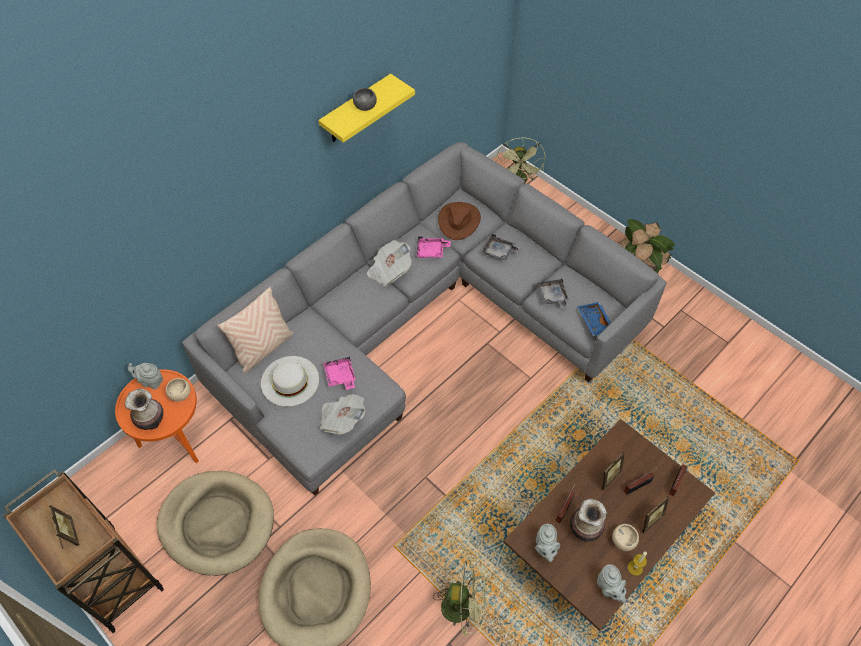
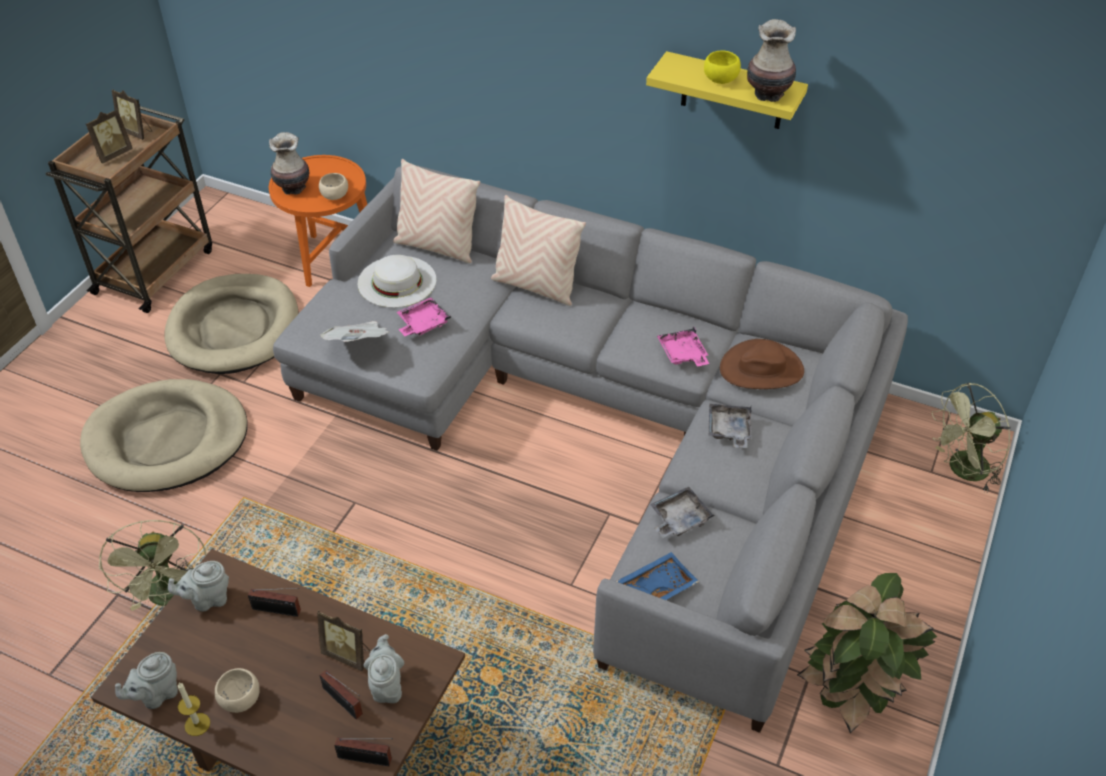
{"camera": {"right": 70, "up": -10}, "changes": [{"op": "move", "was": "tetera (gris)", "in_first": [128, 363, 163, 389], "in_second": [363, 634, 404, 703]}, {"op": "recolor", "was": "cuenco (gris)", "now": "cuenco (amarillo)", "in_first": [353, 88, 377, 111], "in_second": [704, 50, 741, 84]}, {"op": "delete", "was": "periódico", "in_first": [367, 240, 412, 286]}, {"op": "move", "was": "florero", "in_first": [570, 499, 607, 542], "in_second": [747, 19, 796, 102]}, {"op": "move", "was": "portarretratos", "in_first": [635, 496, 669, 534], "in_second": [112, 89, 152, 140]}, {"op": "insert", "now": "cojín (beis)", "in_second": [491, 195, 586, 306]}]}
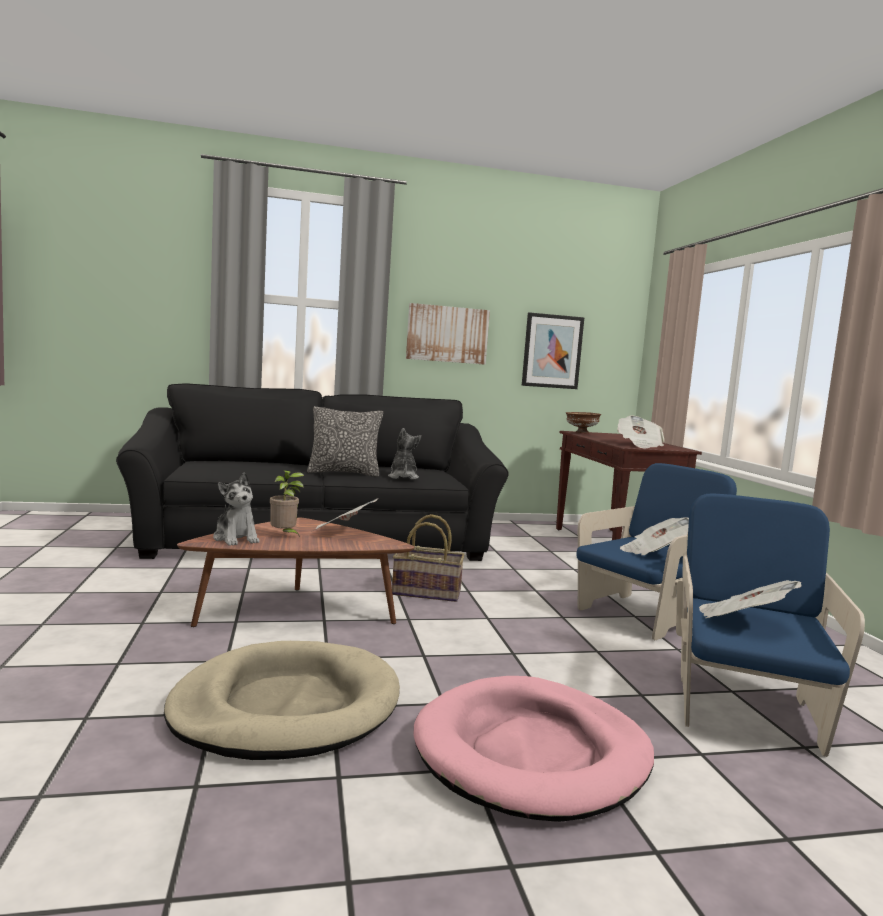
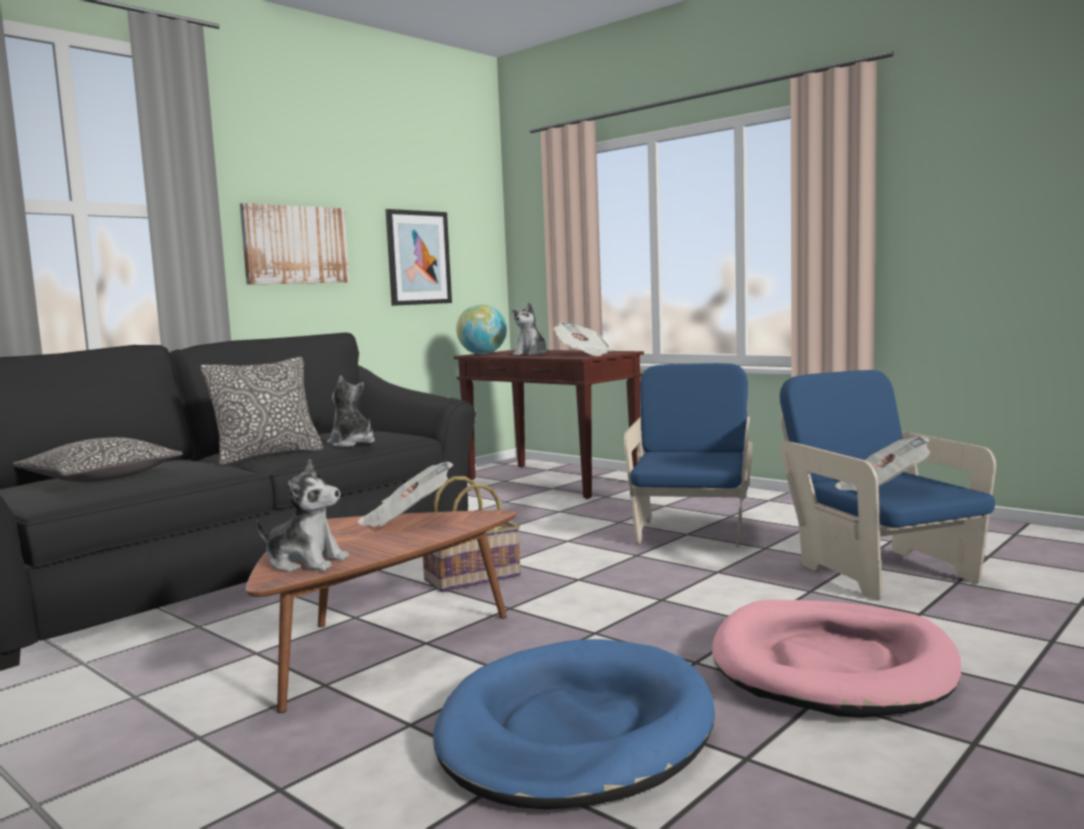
{"camera": {"right": -35, "up": 0}, "changes": [{"op": "recolor", "was": "cama para perro (beis)", "now": "cama para perro (azul)", "in_first": [164, 641, 400, 760], "in_second": [433, 639, 715, 809]}, {"op": "delete", "was": "planta en maceta", "in_first": [270, 470, 304, 537]}, {"op": "replace", "was": "cuenco (marrón)", "now": "globo terráqueo", "in_first": [566, 412, 601, 433], "in_second": [456, 304, 507, 355]}, {"op": "delete", "was": "periódico", "in_first": [620, 517, 689, 555]}, {"op": "insert", "now": "cojín", "in_second": [12, 437, 183, 483]}, {"op": "insert", "now": "peluche", "in_second": [512, 302, 547, 355]}]}
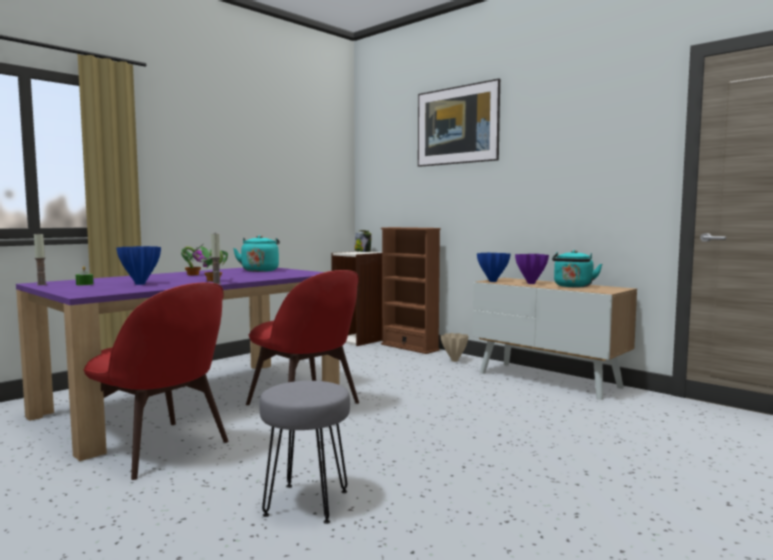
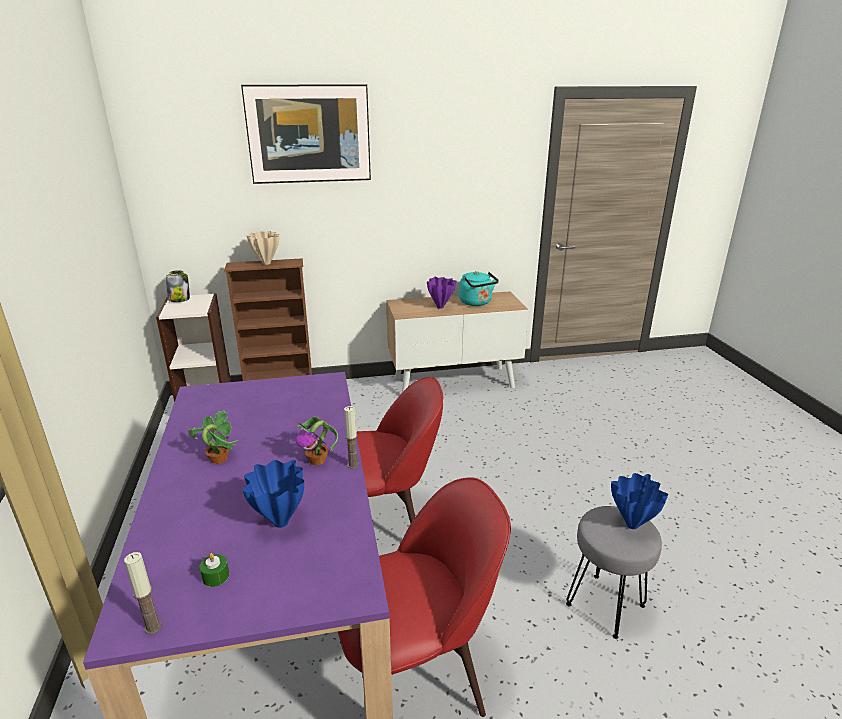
{"camera": {"right": -55, "up": 20}, "changes": [{"op": "delete", "was": "hervidor (turquesa)", "in_first": [233, 235, 280, 272]}, {"op": "move", "was": "florero (beis)", "in_first": [441, 333, 468, 362], "in_second": [246, 231, 279, 265]}, {"op": "move", "was": "florero (azul)", "in_first": [477, 253, 510, 282], "in_second": [611, 473, 668, 529]}]}
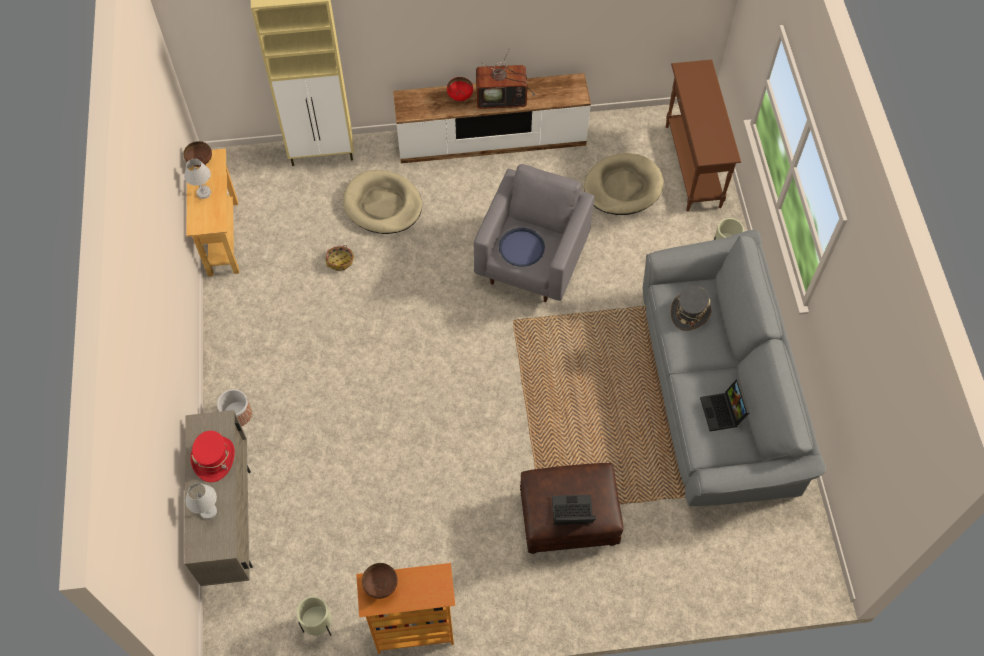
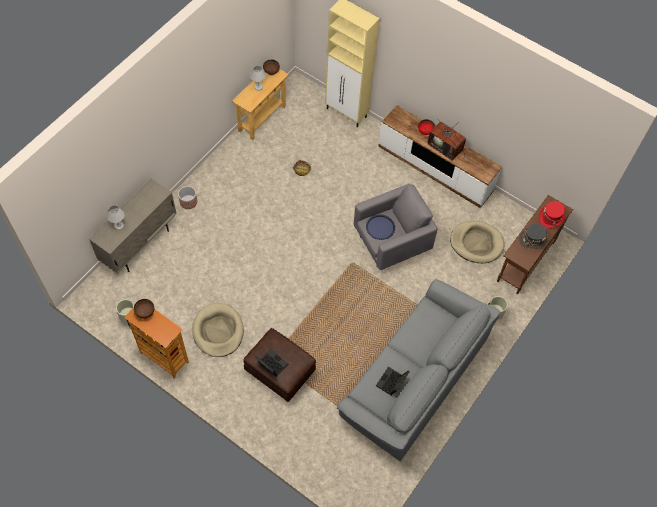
{"camera": {"right": 40, "up": 0}, "changes": [{"op": "move", "was": "sombrero (rojo)", "in_first": [190, 431, 235, 482], "in_second": [539, 201, 565, 229]}, {"op": "move", "was": "cama para perro (beis)", "in_first": [343, 170, 422, 234], "in_second": [192, 303, 244, 357]}, {"op": "move", "was": "sombrero (gris)", "in_first": [671, 286, 711, 331], "in_second": [519, 224, 548, 249]}]}
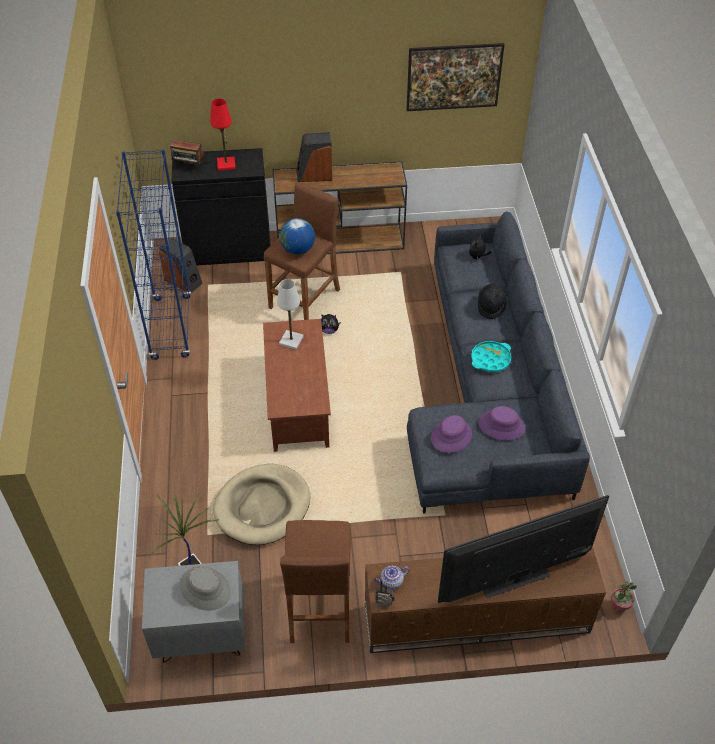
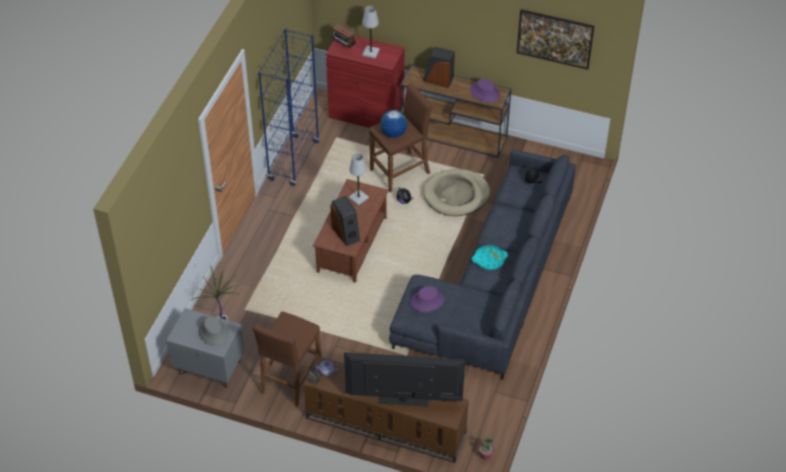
{"camera": {"right": 25, "up": 0}, "changes": [{"op": "move", "was": "altavoz", "in_first": [159, 238, 202, 293], "in_second": [330, 196, 360, 246]}, {"op": "recolor", "was": "armario (negro)", "now": "armario (rojo)", "in_first": [172, 148, 271, 265], "in_second": [326, 36, 404, 128]}, {"op": "recolor", "was": "lámpara de mesa (rojo)", "now": "lámpara de mesa (blanco)", "in_first": [210, 98, 236, 171], "in_second": [362, 6, 380, 59]}, {"op": "move", "was": "cama para perro (beis)", "in_first": [213, 464, 310, 545], "in_second": [423, 169, 490, 216]}, {"op": "delete", "was": "sombrero (negro)", "in_first": [478, 284, 507, 319]}, {"op": "move", "was": "sombrero (morado)", "in_first": [478, 406, 526, 440], "in_second": [470, 79, 500, 102]}]}
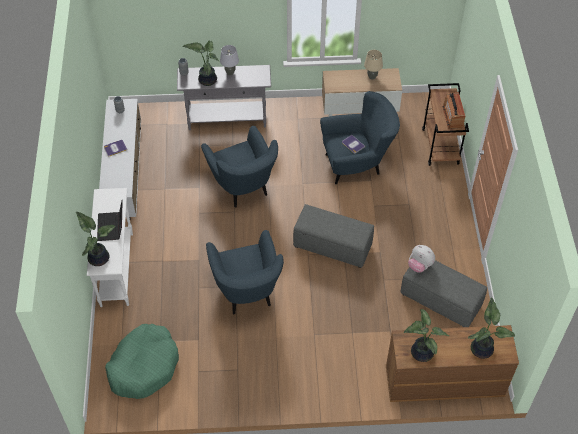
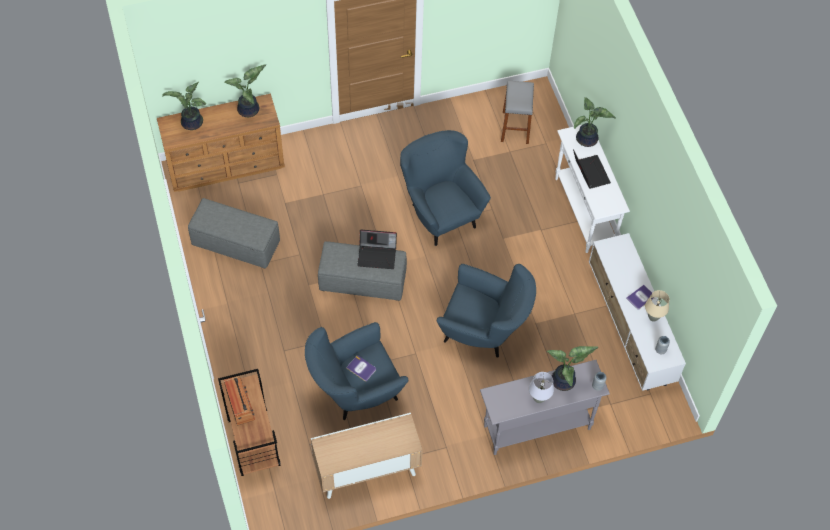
{"camera": {"right": 165, "up": 5}, "changes": [{"op": "replace", "was": "cama para perro (verde)", "now": "taburete (gris)", "in_first": [105, 324, 179, 399], "in_second": [501, 81, 534, 144]}, {"op": "rotate", "was": "sillón (azul)", "in_first": [201, 126, 278, 208], "in_second": [436, 264, 536, 358], "clockwise": 150}, {"op": "move", "was": "lámpara de mesa (beis)", "in_first": [364, 50, 383, 80], "in_second": [645, 290, 670, 322]}, {"op": "delete", "was": "peluche", "in_first": [408, 245, 435, 272]}, {"op": "insert", "now": "portátil", "in_second": [357, 230, 397, 269]}]}
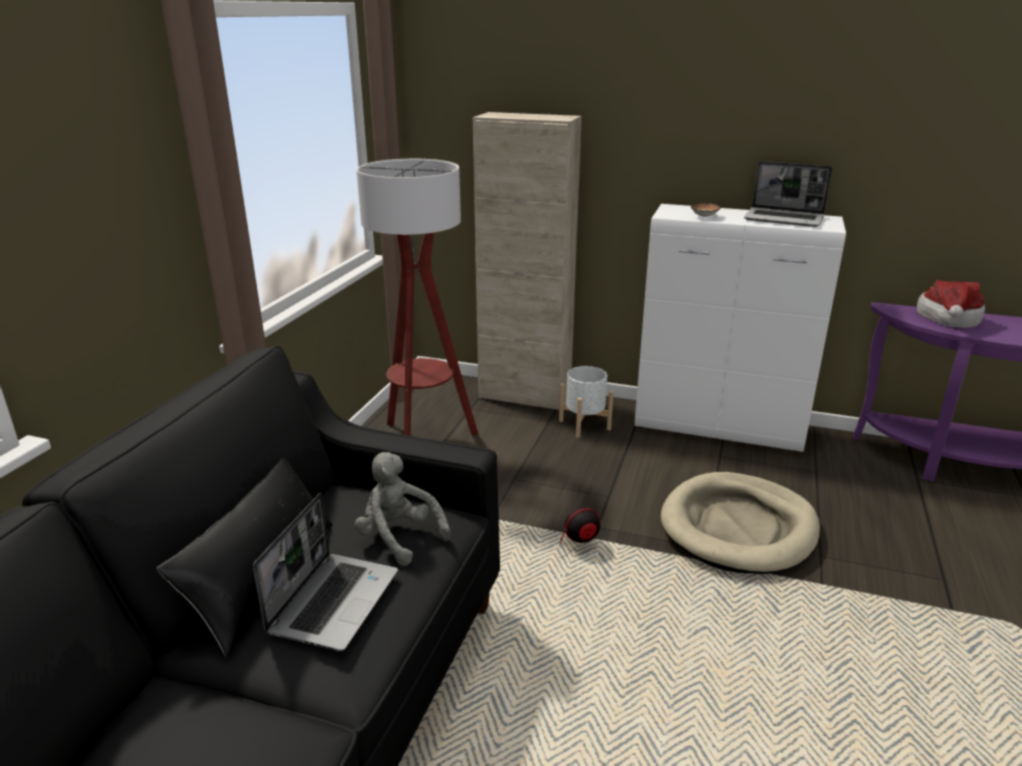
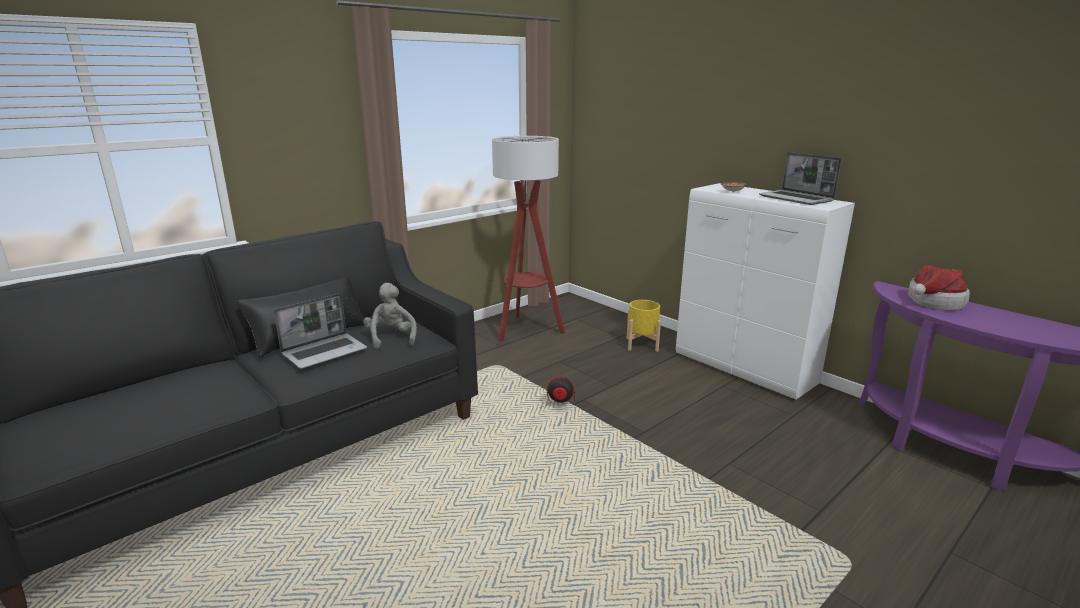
{"camera": {"right": 30, "up": -5}, "changes": [{"op": "delete", "was": "armario (beis)", "in_first": [473, 112, 582, 410]}, {"op": "recolor", "was": "maceta (blanco)", "now": "maceta (amarillo)", "in_first": [559, 366, 614, 438], "in_second": [627, 300, 661, 351]}, {"op": "delete", "was": "cama para perro (beis)", "in_first": [661, 472, 820, 574]}]}
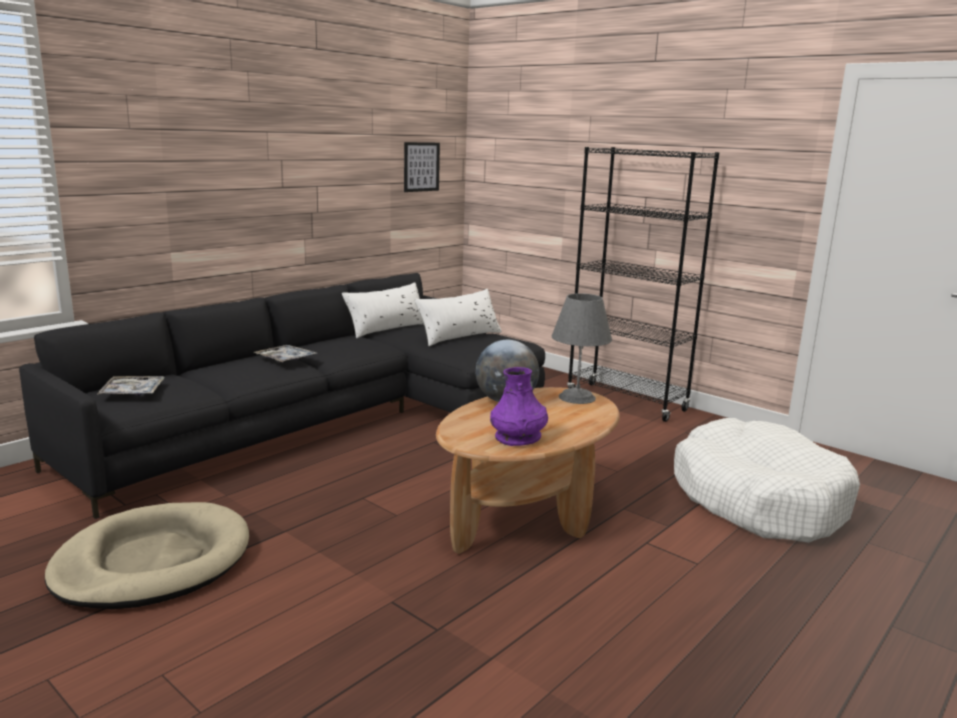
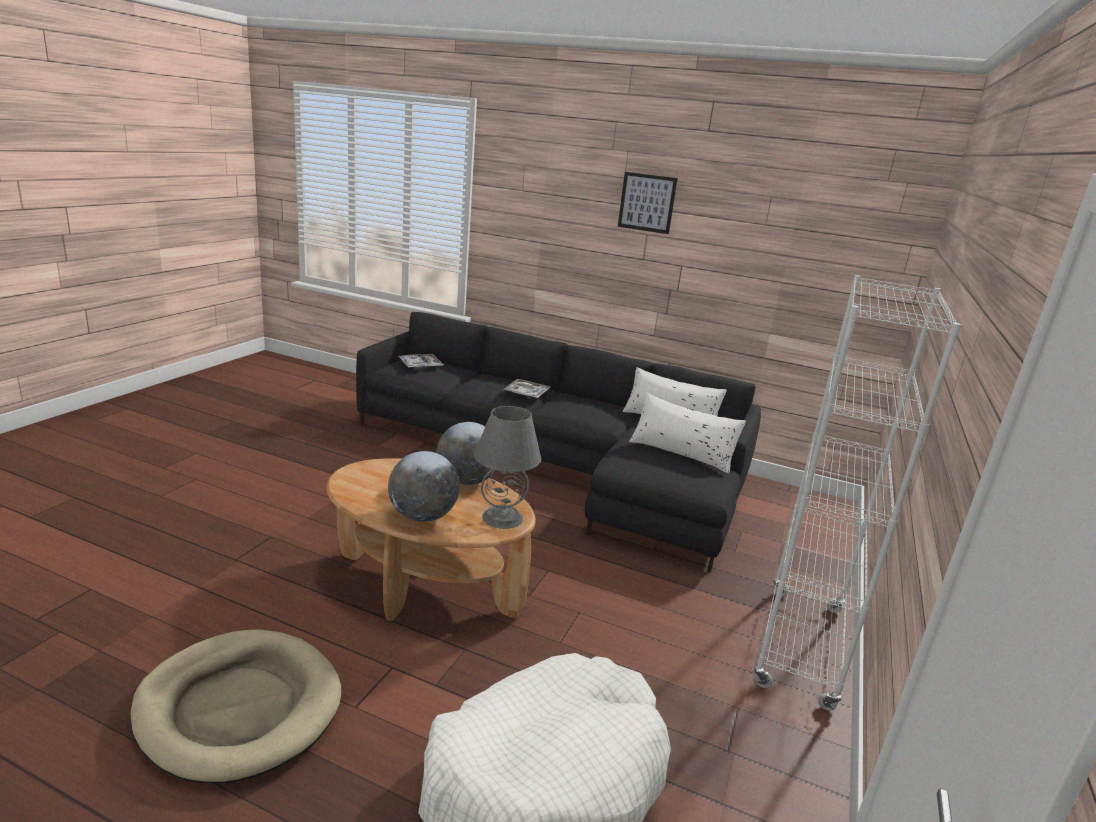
{"camera": {"right": 70, "up": 5}, "changes": [{"op": "move", "was": "cama para perro (beis)", "in_first": [45, 502, 249, 609], "in_second": [130, 629, 341, 784]}, {"op": "move", "was": "cuadro", "in_first": [404, 142, 440, 192], "in_second": [618, 172, 678, 234]}, {"op": "delete", "was": "florero (morado)", "in_first": [490, 367, 548, 446]}, {"op": "recolor", "was": "estantería (negro)", "now": "estantería (blanco)", "in_first": [567, 147, 720, 422], "in_second": [754, 275, 961, 711]}, {"op": "insert", "now": "globo terráqueo", "in_second": [388, 451, 460, 522]}]}
